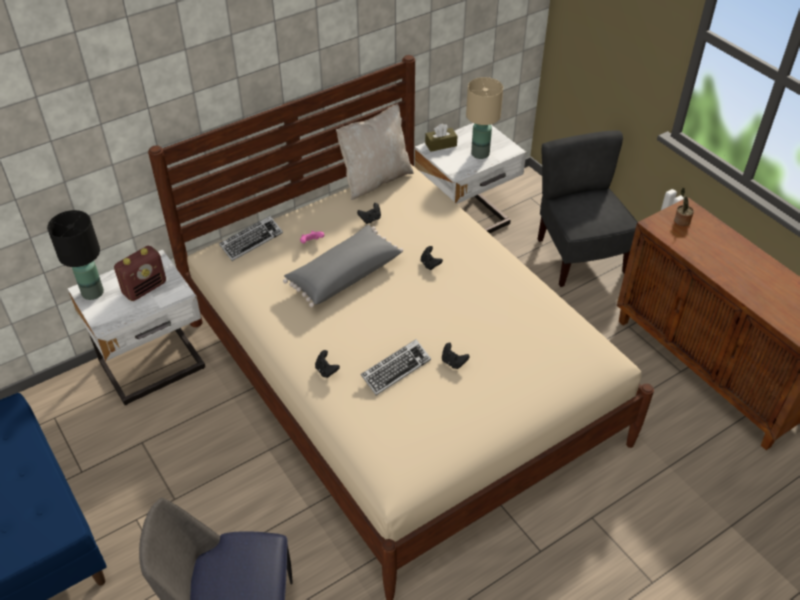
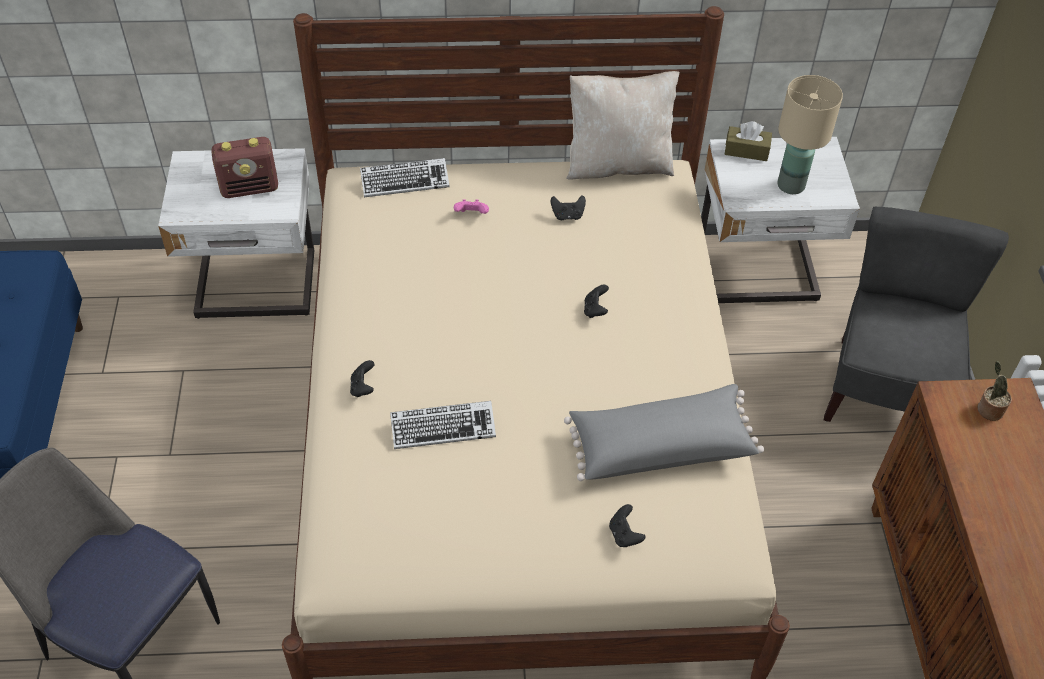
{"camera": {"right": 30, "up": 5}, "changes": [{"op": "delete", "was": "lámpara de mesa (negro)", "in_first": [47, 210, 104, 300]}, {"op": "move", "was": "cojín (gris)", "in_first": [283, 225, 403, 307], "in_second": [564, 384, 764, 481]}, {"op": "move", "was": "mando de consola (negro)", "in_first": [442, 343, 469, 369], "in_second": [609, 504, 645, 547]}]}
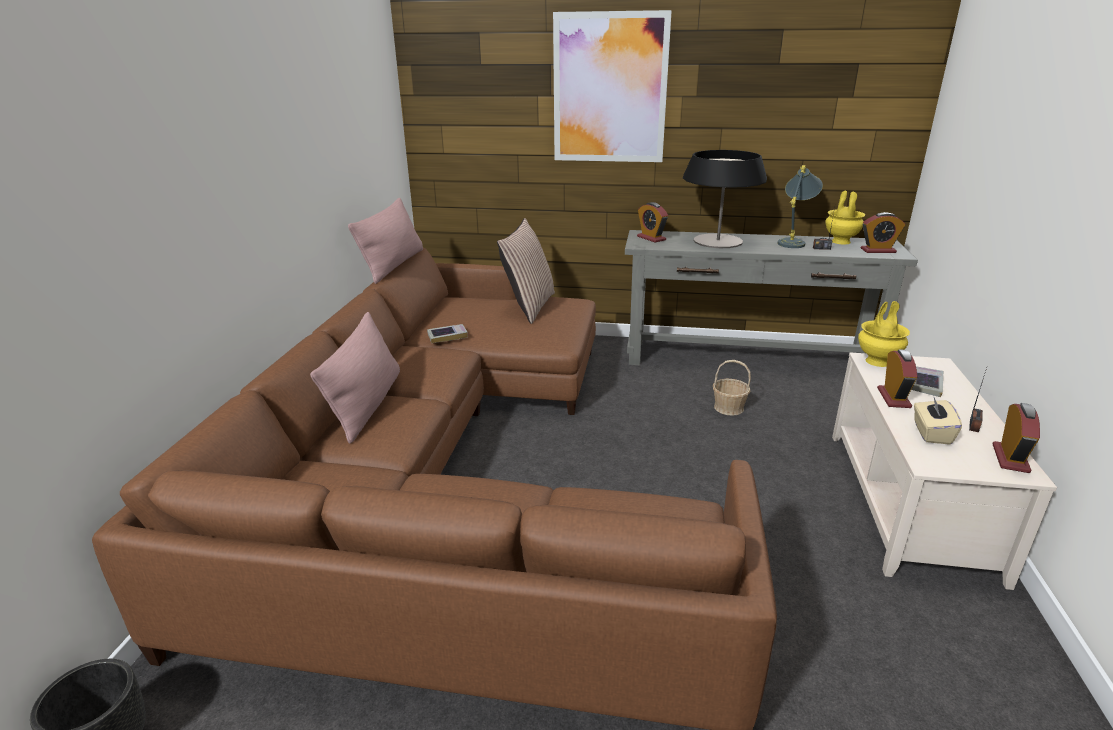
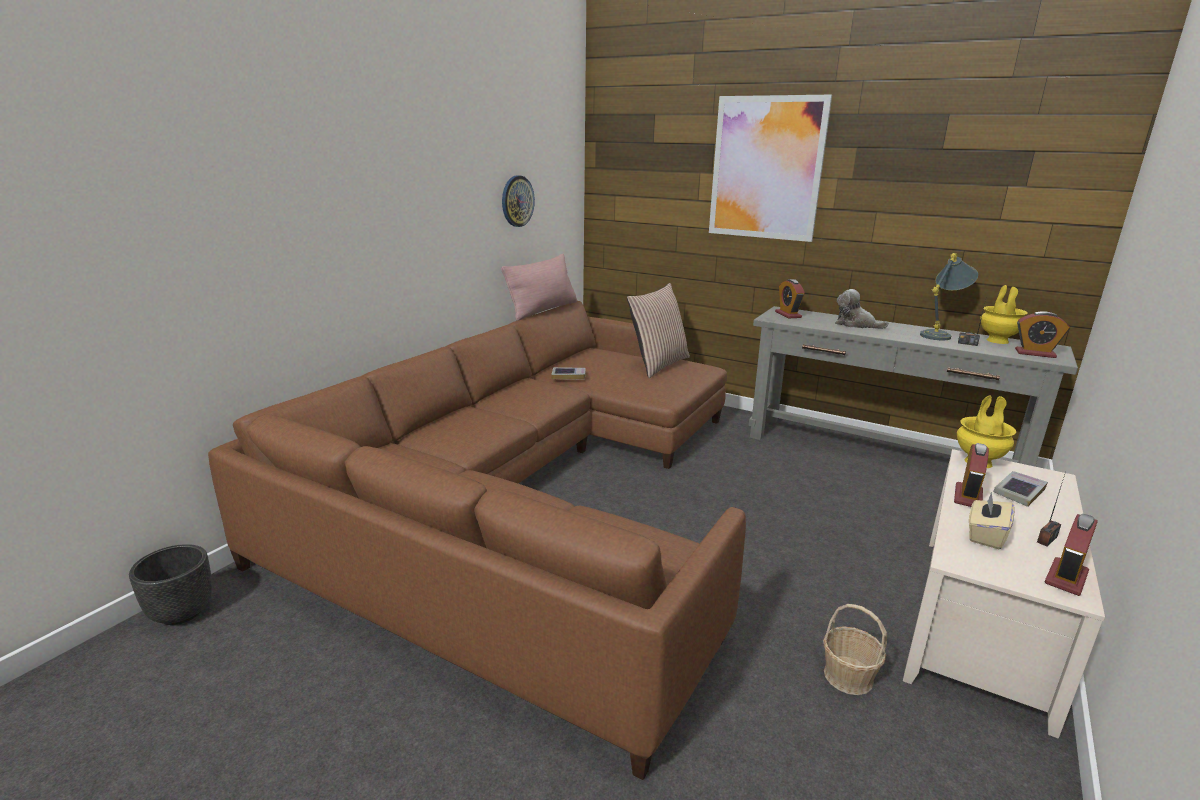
{"camera": {"right": 20, "up": -5}, "changes": [{"op": "delete", "was": "cojín (rosa)", "in_first": [310, 312, 400, 444]}, {"op": "replace", "was": "lámpara de mesa", "now": "peluche", "in_first": [683, 150, 767, 248], "in_second": [835, 289, 889, 329]}, {"op": "move", "was": "cesta", "in_first": [713, 360, 751, 416], "in_second": [823, 604, 887, 695]}, {"op": "insert", "now": "reloj de pared", "in_second": [502, 176, 535, 227]}]}
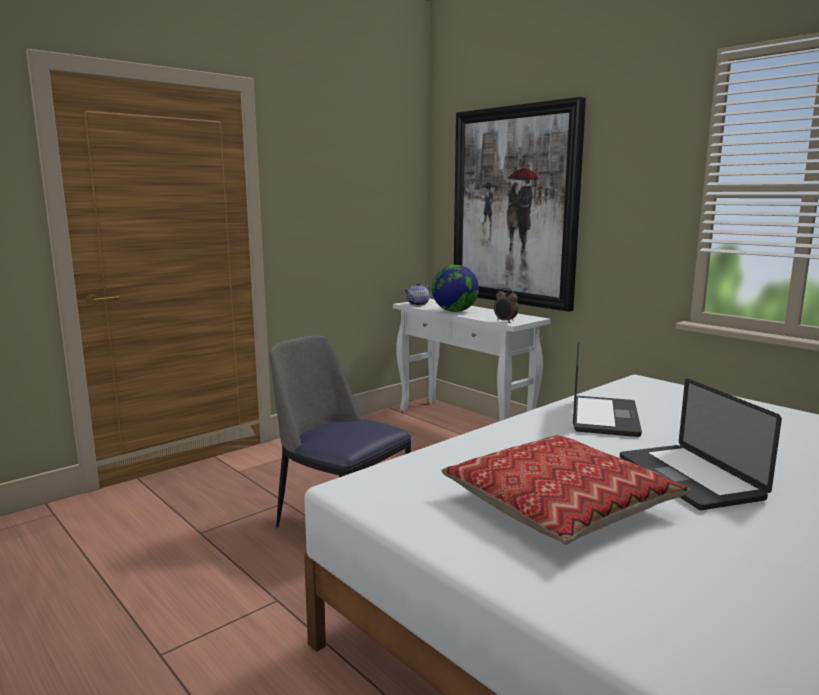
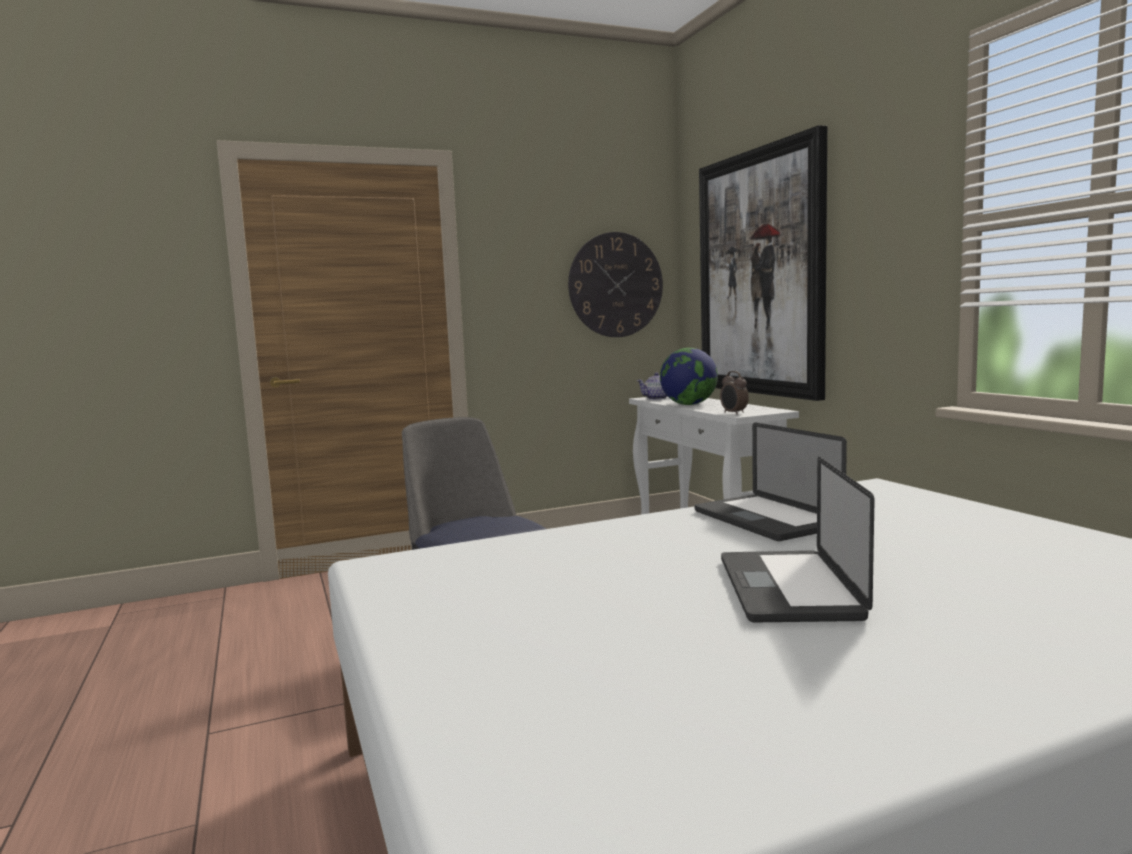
{"camera": {"right": 20, "up": -5}, "changes": [{"op": "delete", "was": "cojín", "in_first": [441, 435, 691, 545]}, {"op": "rotate", "was": "portátil", "in_first": [573, 342, 642, 437], "in_second": [695, 423, 847, 541], "clockwise": 120}, {"op": "insert", "now": "reloj de pared", "in_second": [568, 232, 663, 337]}]}
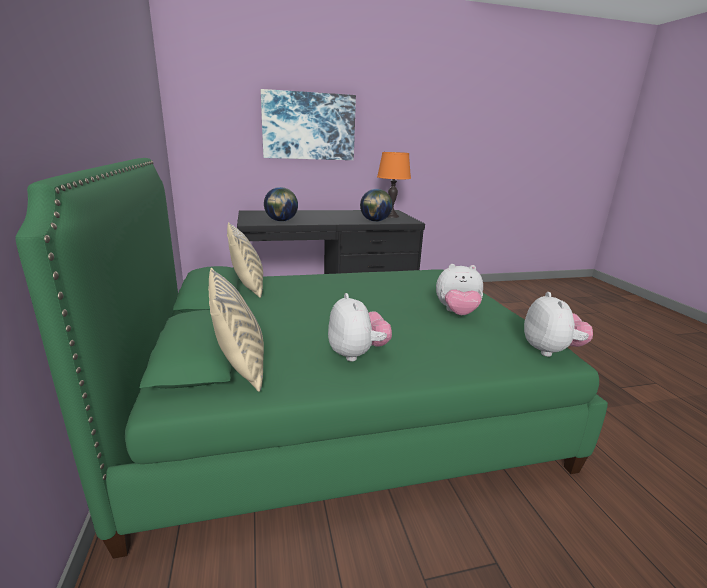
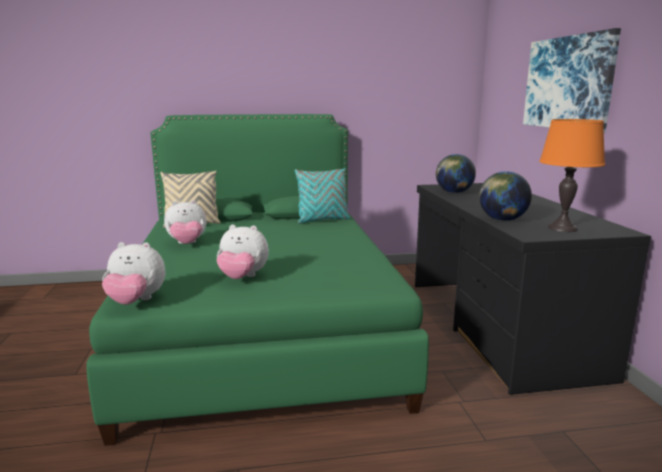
{"camera": {"right": 95, "up": -5}, "changes": [{"op": "recolor", "was": "cojín (beis)", "now": "cojín (turquesa)", "in_first": [227, 222, 263, 298], "in_second": [295, 168, 350, 224]}, {"op": "rotate", "was": "peluche", "in_first": [436, 264, 483, 315], "in_second": [217, 225, 269, 279], "clockwise": -90}]}
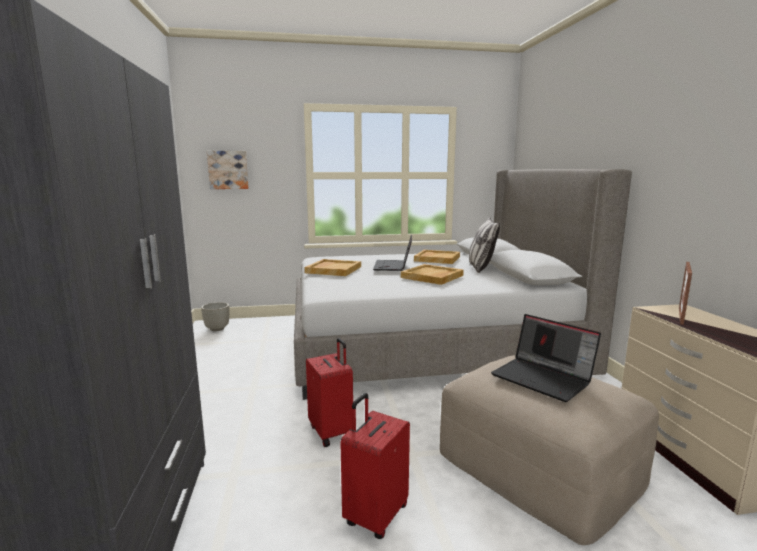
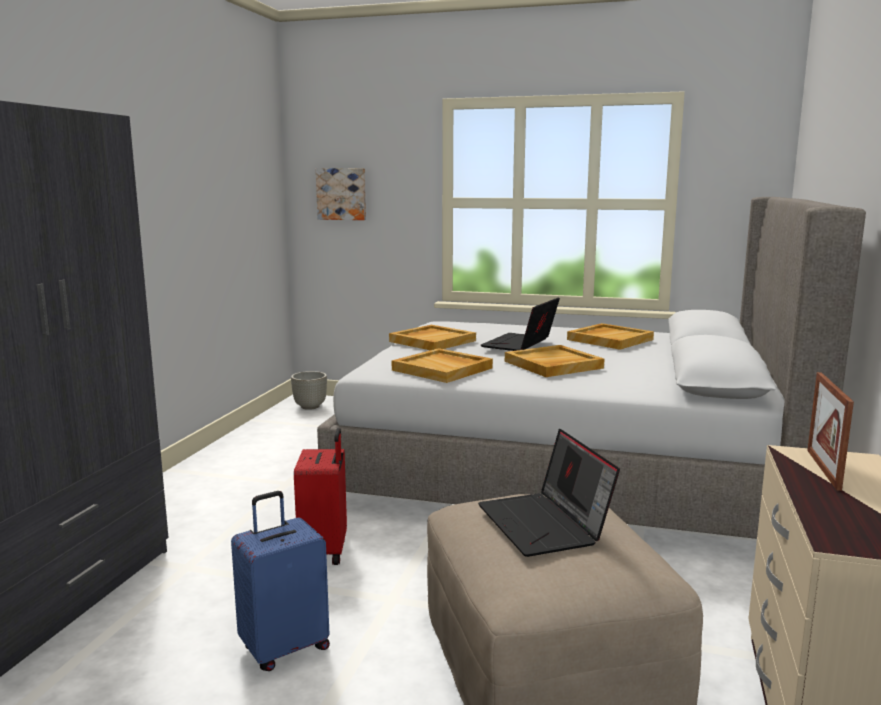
{"camera": {"right": 25, "up": 0}, "changes": [{"op": "recolor", "was": "maleta (rojo)", "now": "maleta (azul)", "in_first": [340, 393, 410, 539], "in_second": [231, 491, 330, 671]}, {"op": "delete", "was": "cojín", "in_first": [469, 217, 500, 273]}, {"op": "rotate", "was": "portarretratos", "in_first": [679, 262, 692, 325], "in_second": [807, 372, 854, 491], "clockwise": -45}, {"op": "insert", "now": "bandeja (beis)", "in_second": [392, 348, 493, 383]}]}
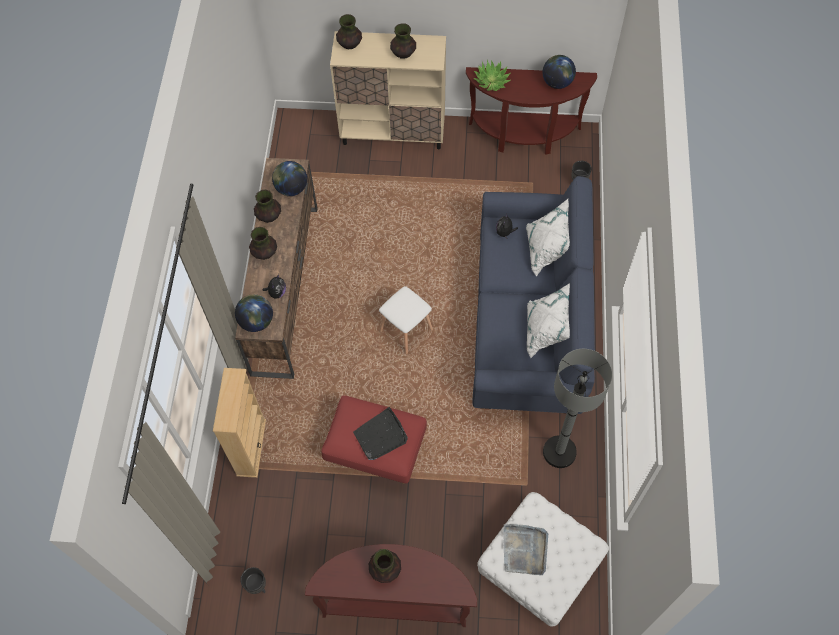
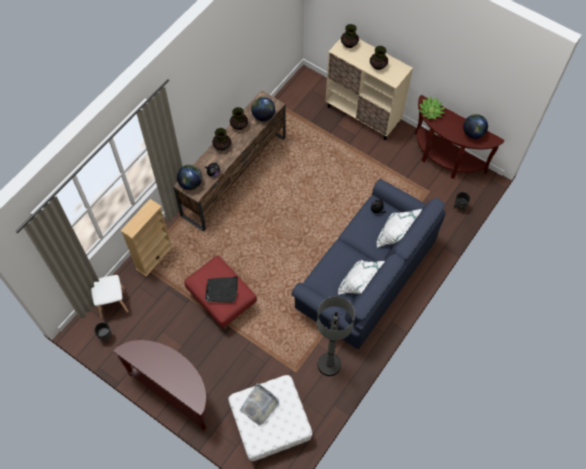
{"camera": {"right": 30, "up": 0}, "changes": [{"op": "delete", "was": "florero", "in_first": [368, 549, 401, 583]}, {"op": "move", "was": "taburete (blanco)", "in_first": [379, 286, 433, 354], "in_second": [91, 275, 129, 319]}]}
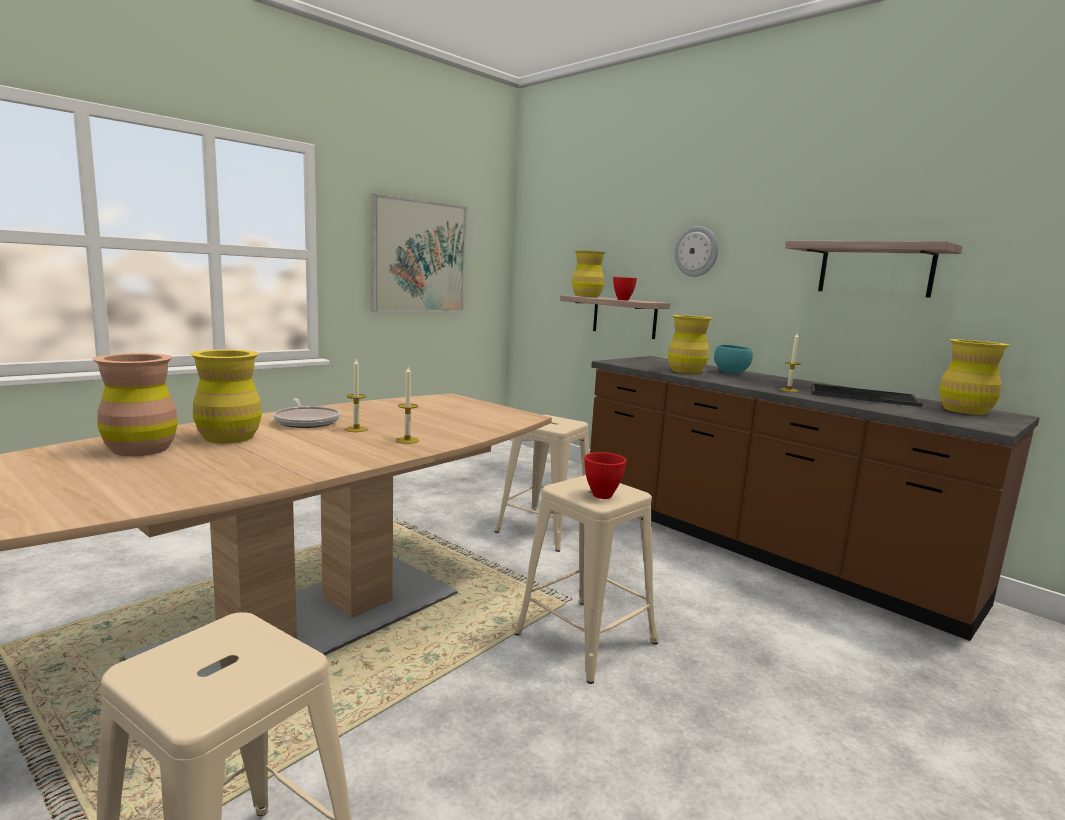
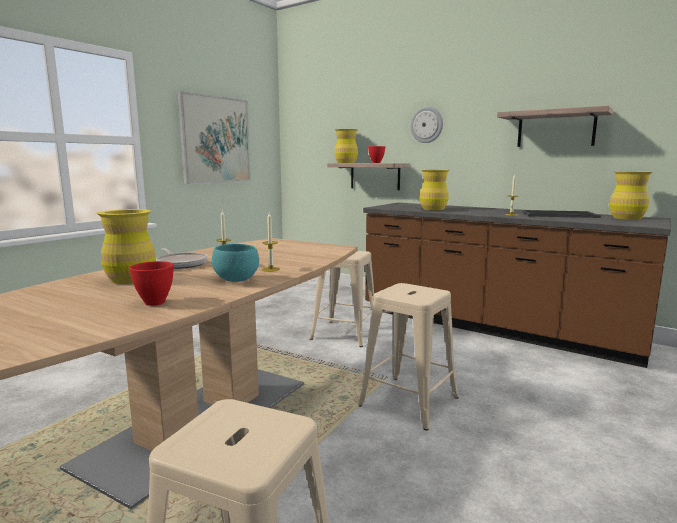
{"camera": {"right": -10, "up": 0}, "changes": [{"op": "delete", "was": "florero (marrón)", "in_first": [92, 353, 178, 456]}, {"op": "move", "was": "cuenco (rojo)", "in_first": [584, 452, 627, 499], "in_second": [129, 261, 174, 306]}, {"op": "move", "was": "cuenco (turquesa)", "in_first": [714, 345, 753, 374], "in_second": [212, 244, 259, 282]}]}
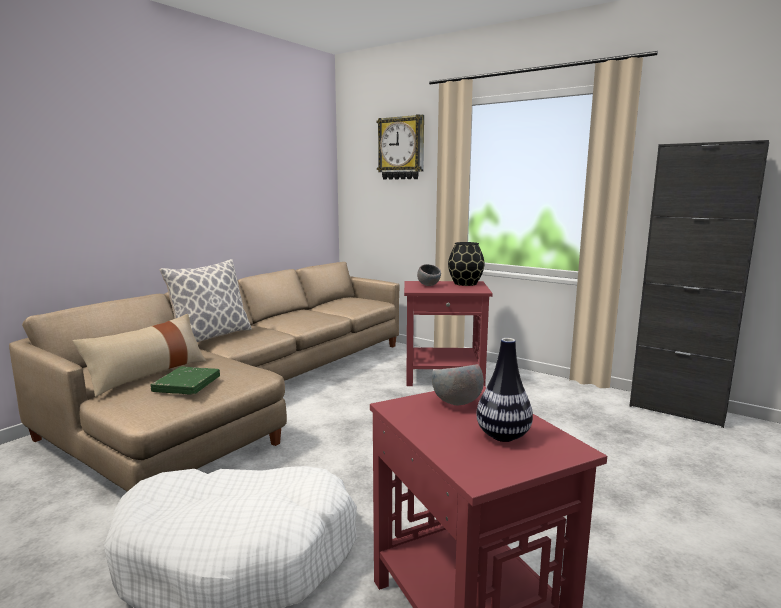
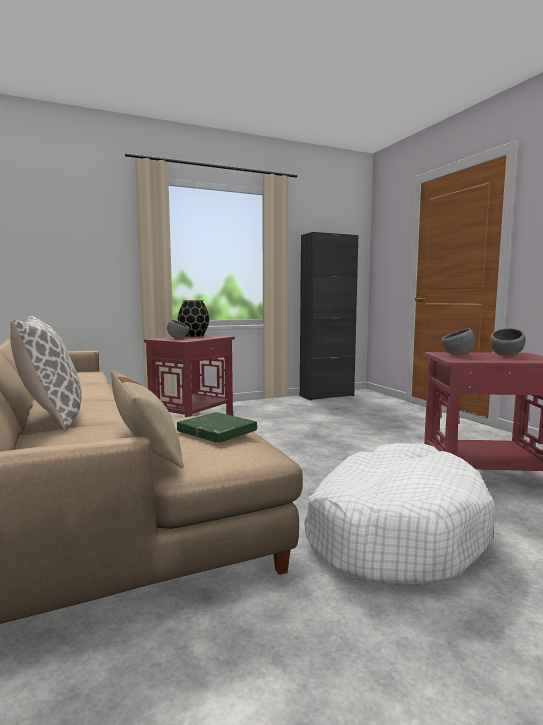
{"camera": {"right": -60, "up": -5}, "changes": [{"op": "delete", "was": "reloj de pared", "in_first": [377, 114, 424, 179]}, {"op": "replace", "was": "florero", "now": "cuenco (gris)", "in_first": [476, 338, 533, 442], "in_second": [490, 328, 526, 356]}]}
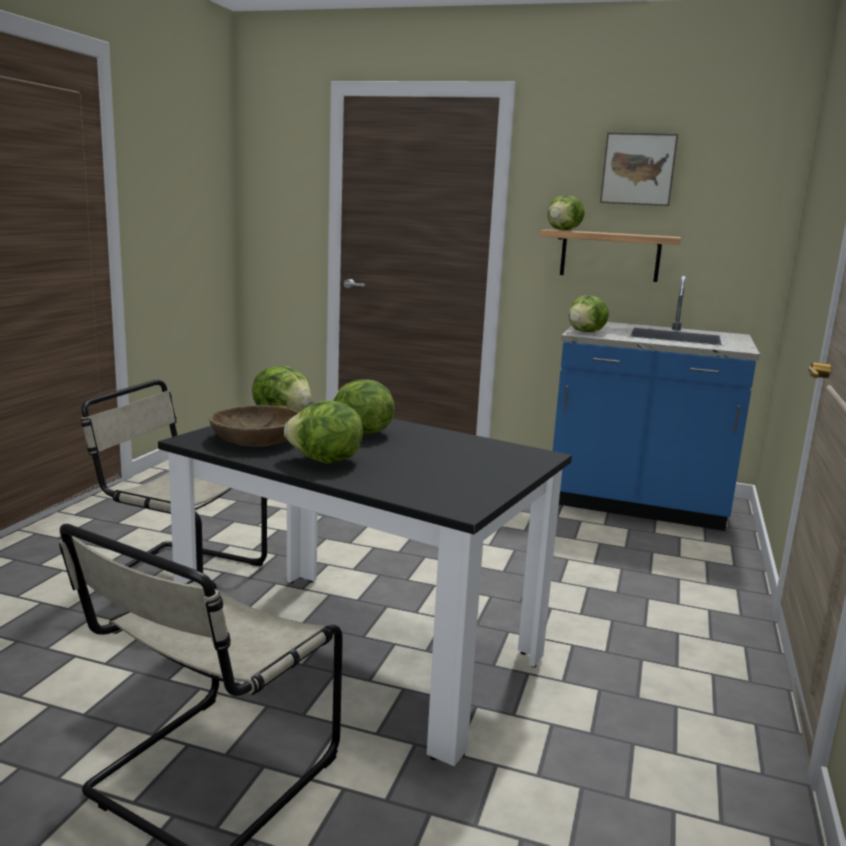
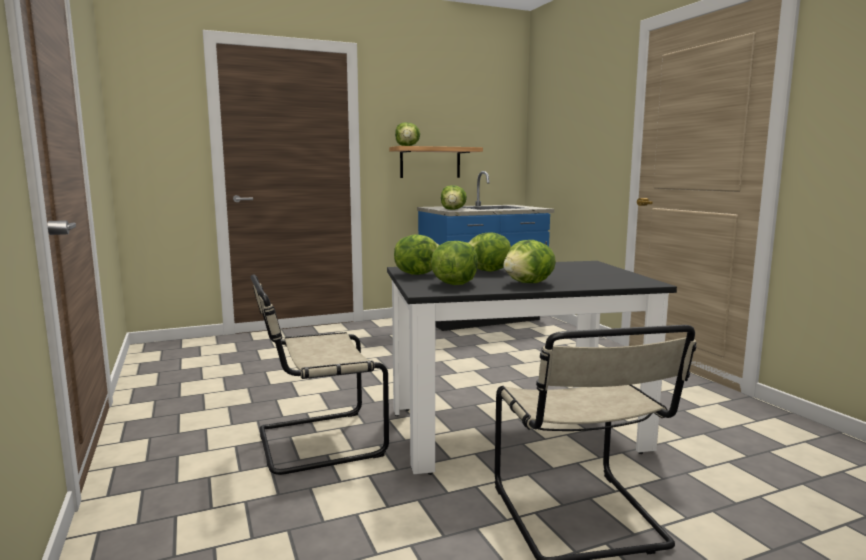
{"camera": {"right": -40, "up": -5}, "changes": [{"op": "replace", "was": "cuenco (marrón)", "now": "lechuga", "in_first": [210, 405, 299, 447], "in_second": [431, 241, 478, 285]}, {"op": "delete", "was": "cuadro", "in_first": [600, 133, 678, 206]}]}
